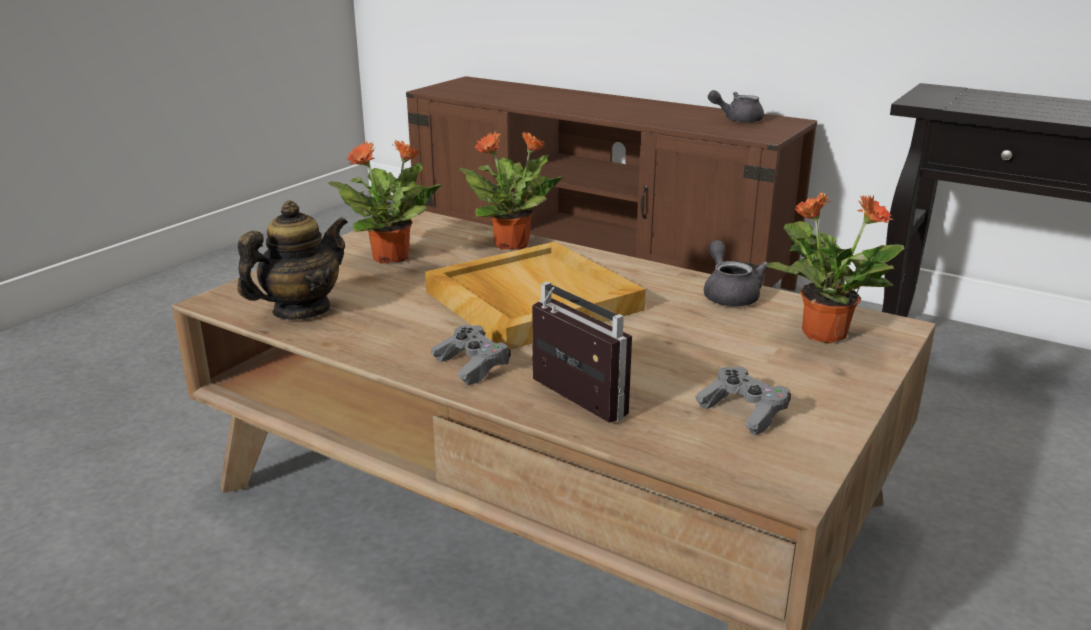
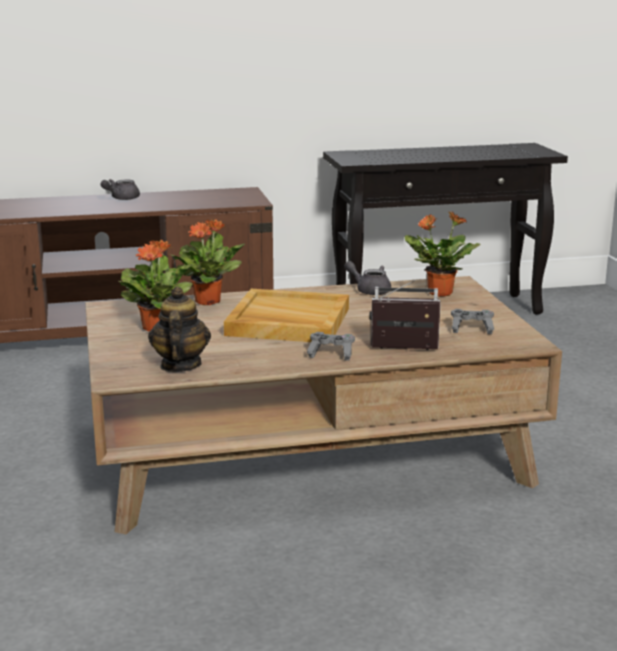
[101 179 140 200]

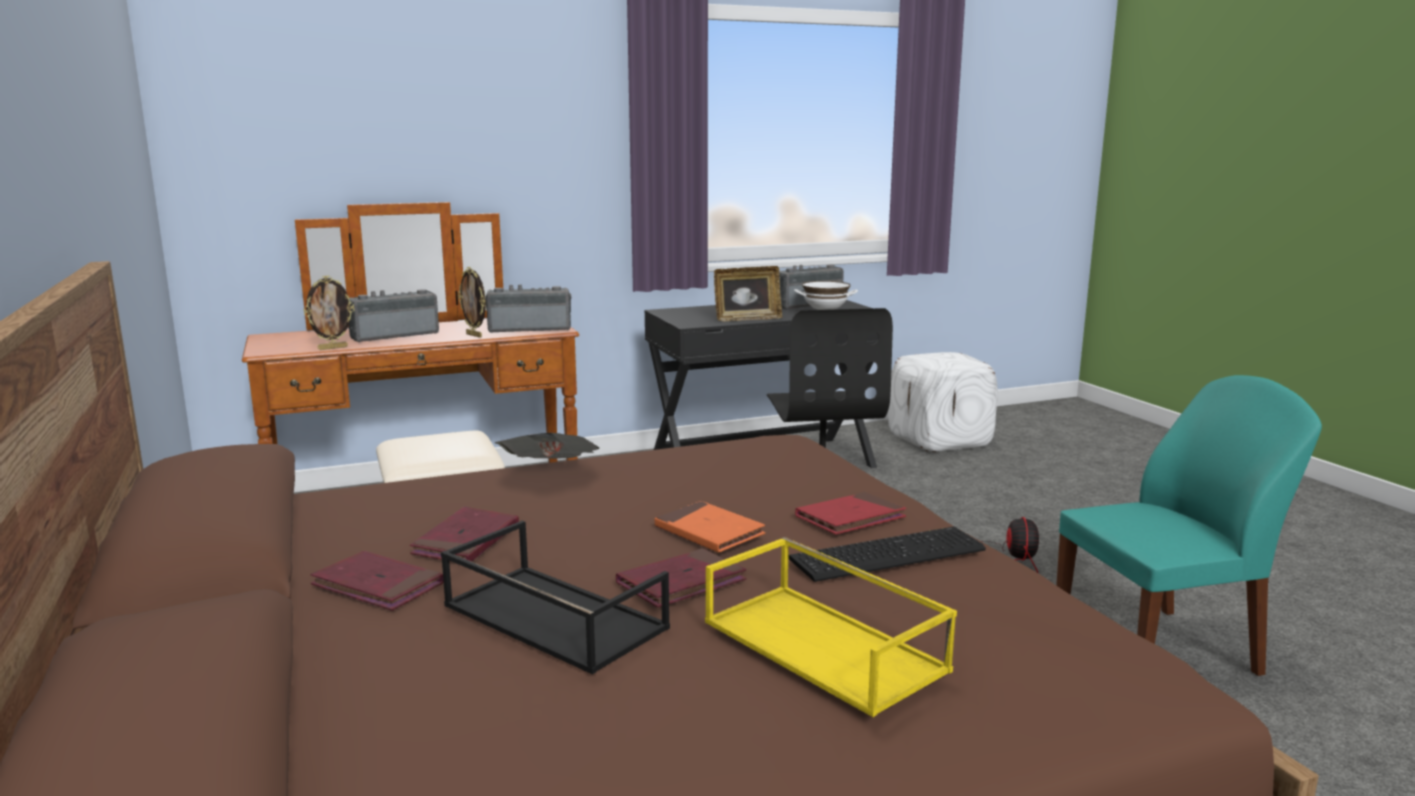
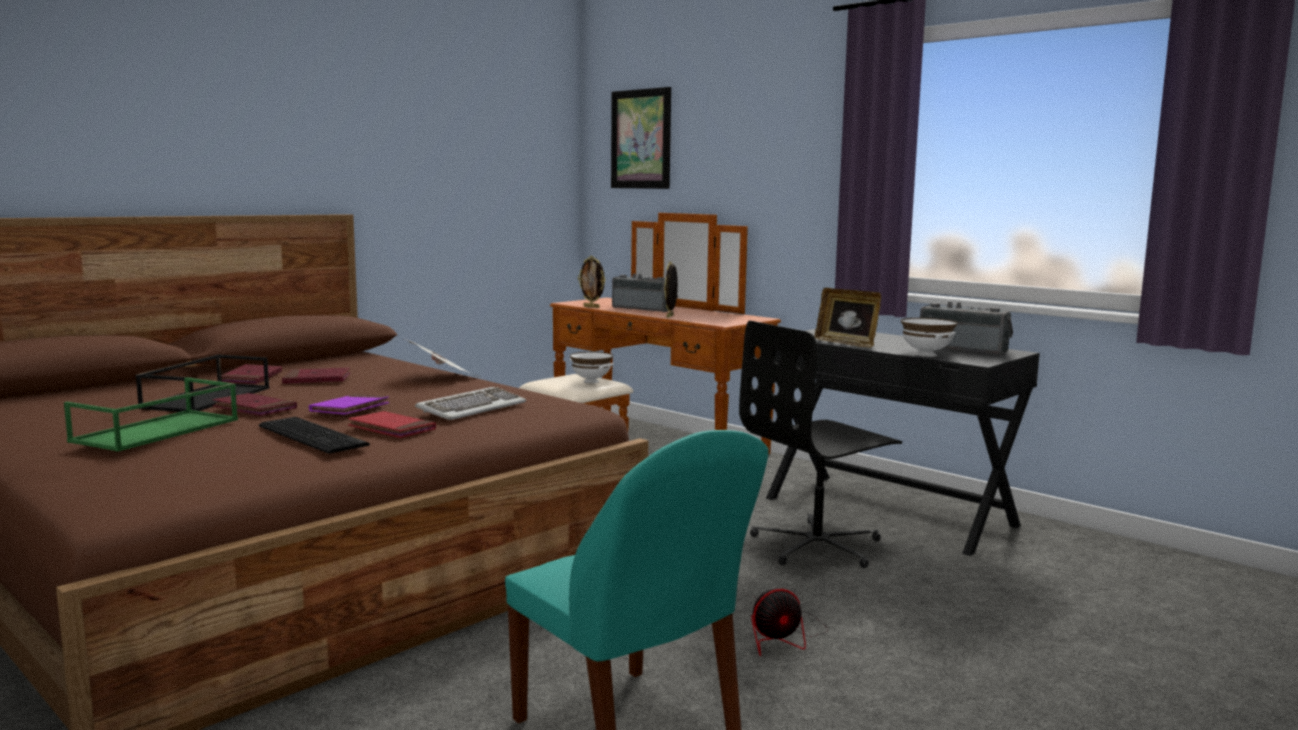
[485 285 571 333] (first image)
[309 394 389 415]
[64 377 238 452]
[888 352 998 452] (first image)
[415 387 526 420]
[570 352 614 383]
[611 87 671 189]

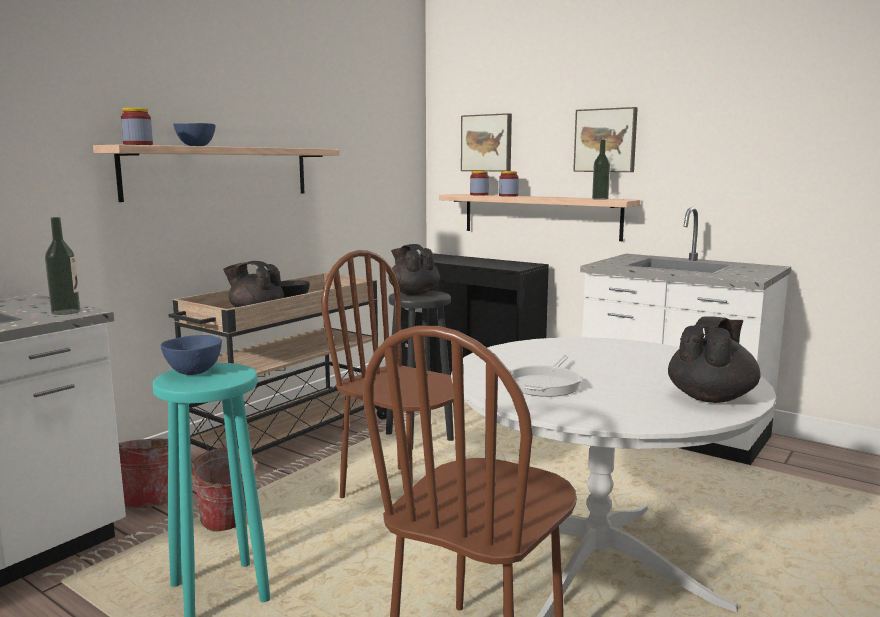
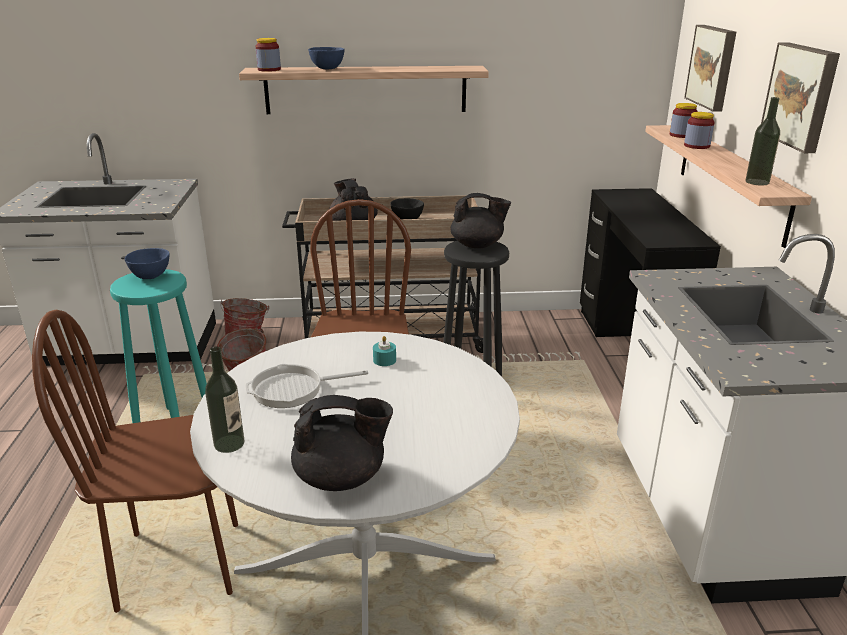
[205 346 244 453]
[451 193 511 248]
[373 336 396 366]

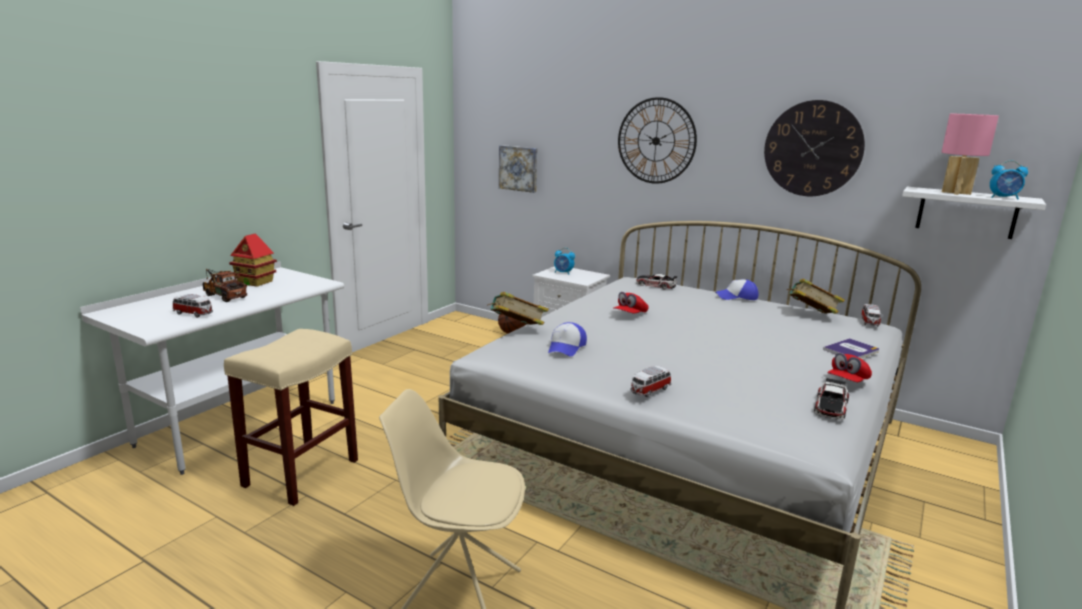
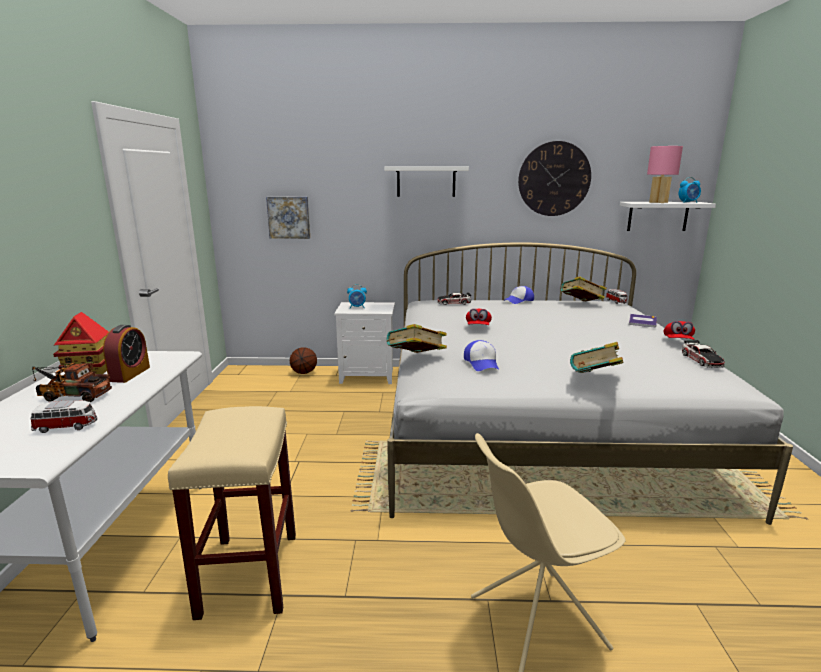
[384 167 469 197]
[570 342 624 373]
[103 325 150 383]

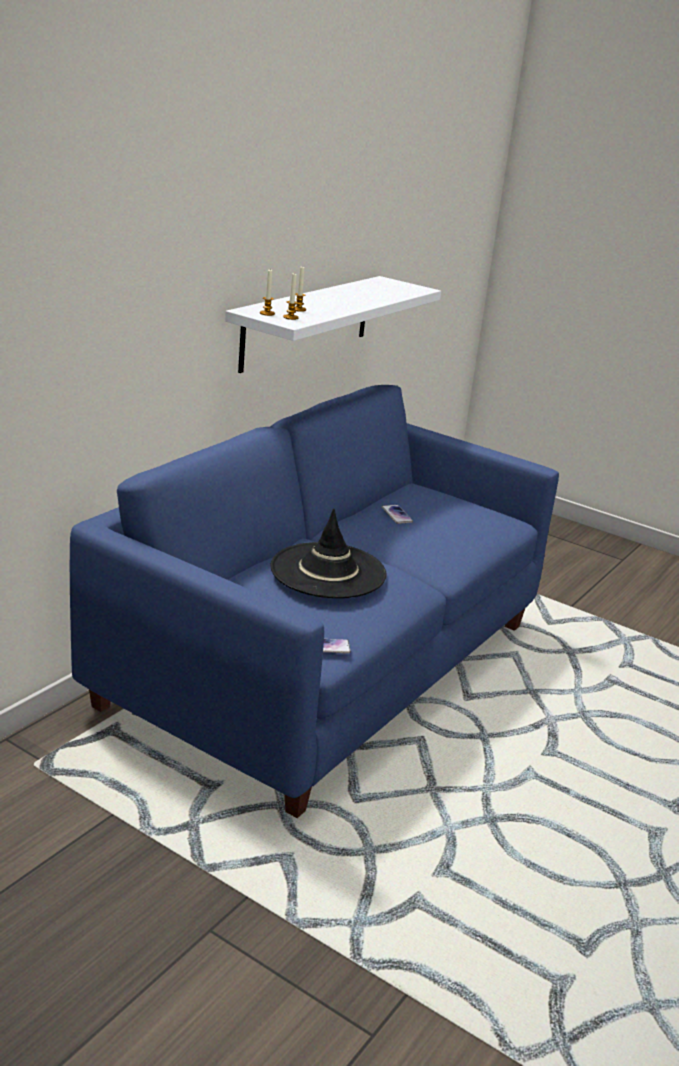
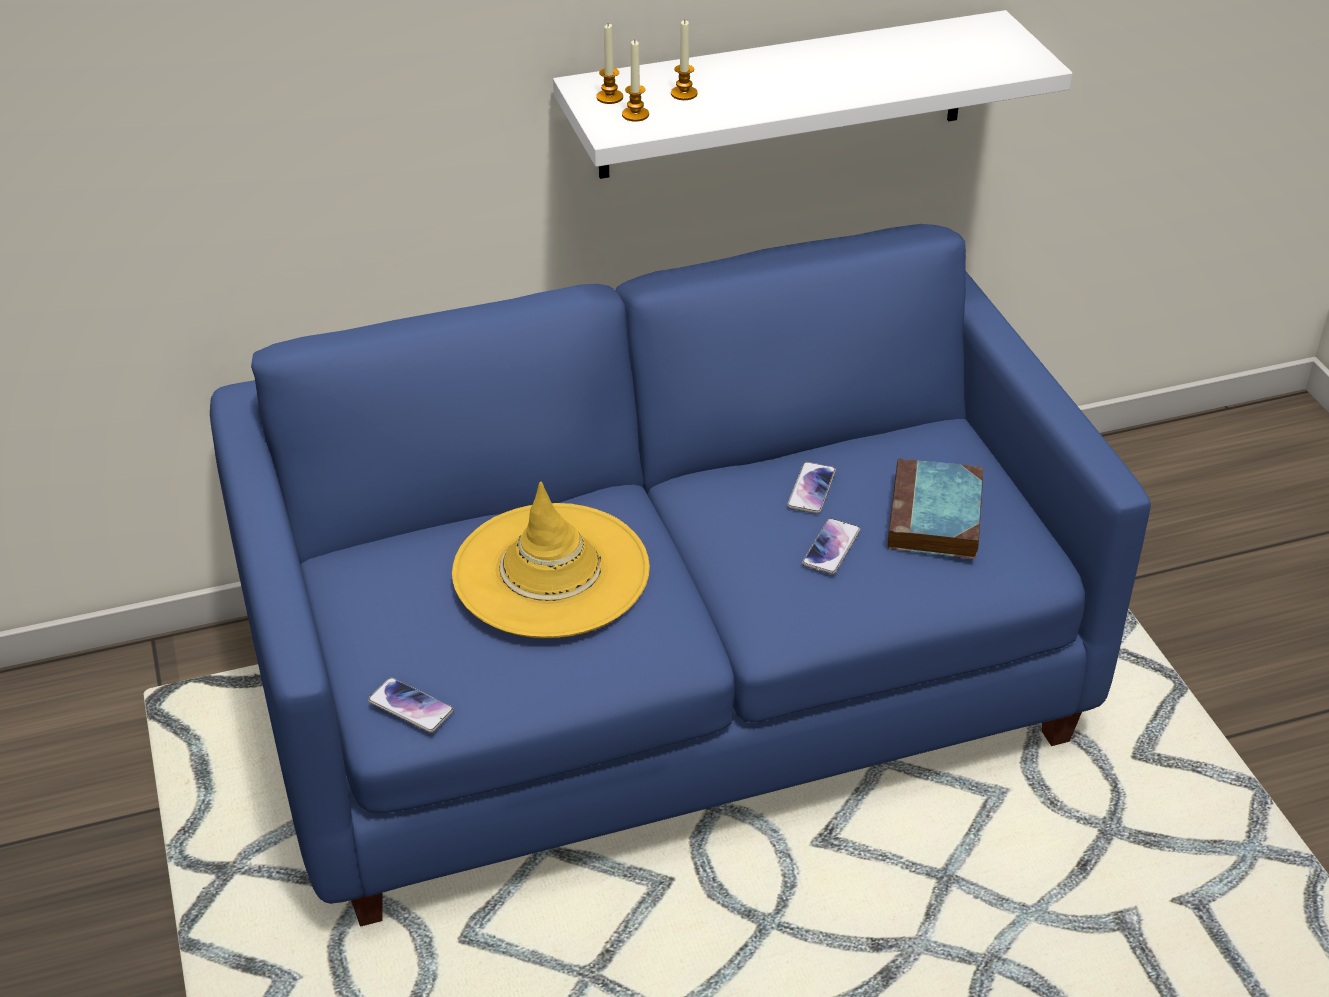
[452 482 650 638]
[802 518 860 574]
[888 458 983 559]

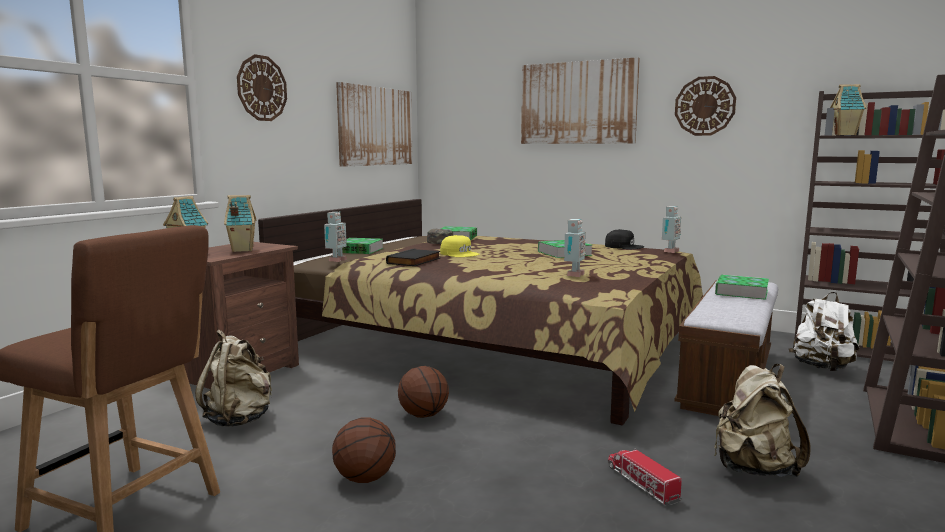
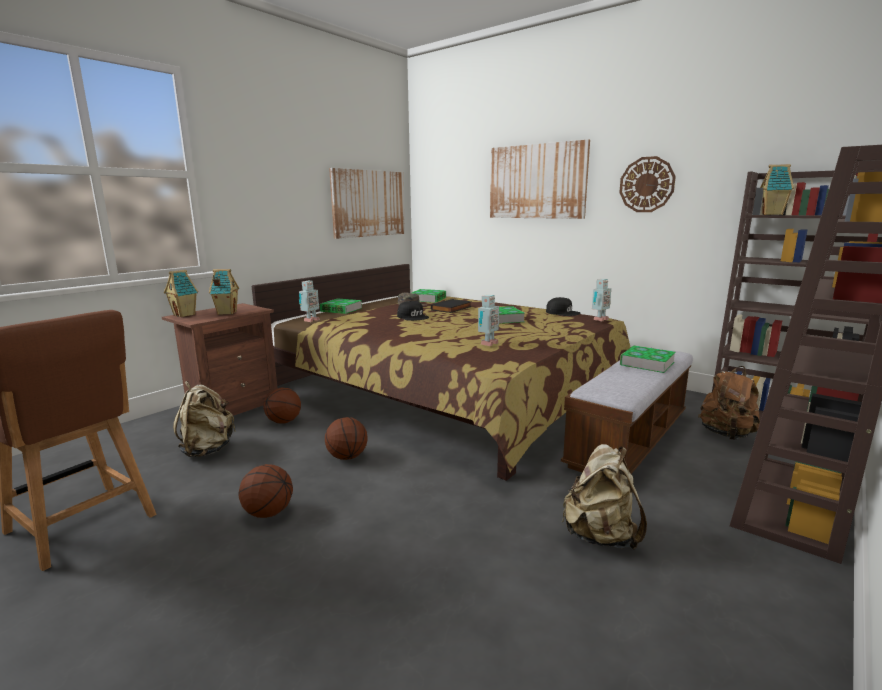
[237 54 287 121] (first image)
[431 299 472 313]
[397 301 429 321]
[608 448 682 506] (first image)
[698 366 760 440]
[263 388 301 424]

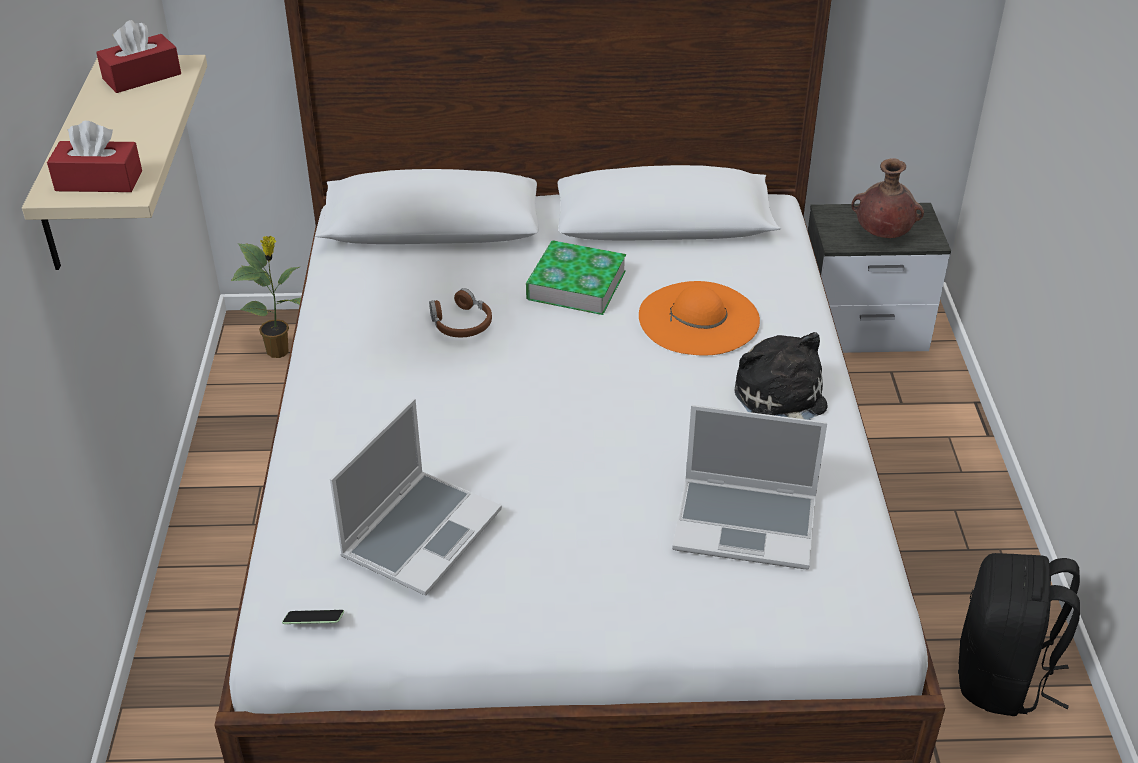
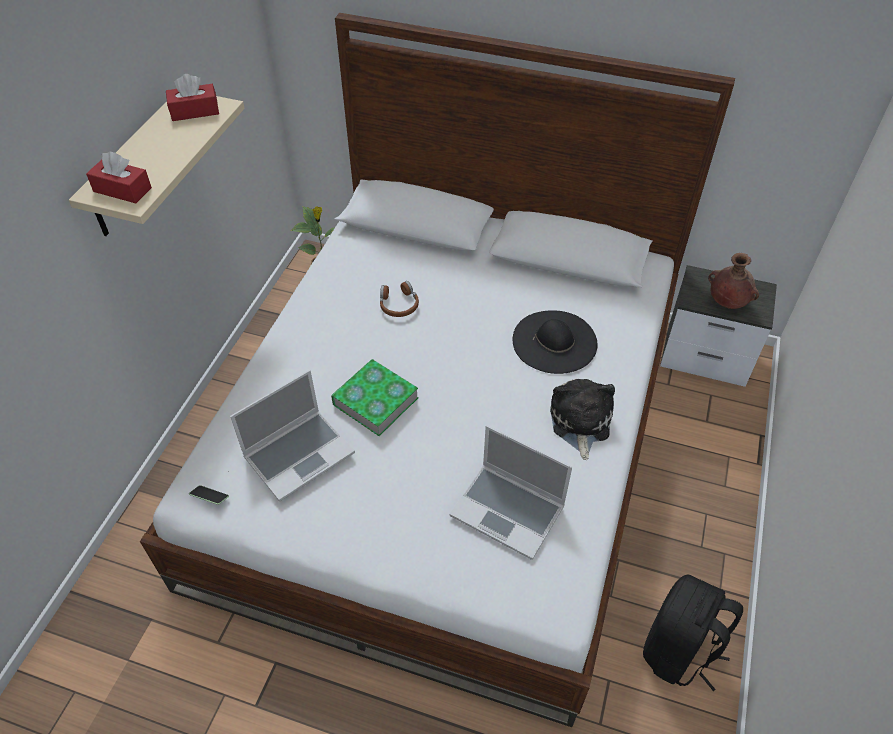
[331 359 419 436]
[513 310 598 374]

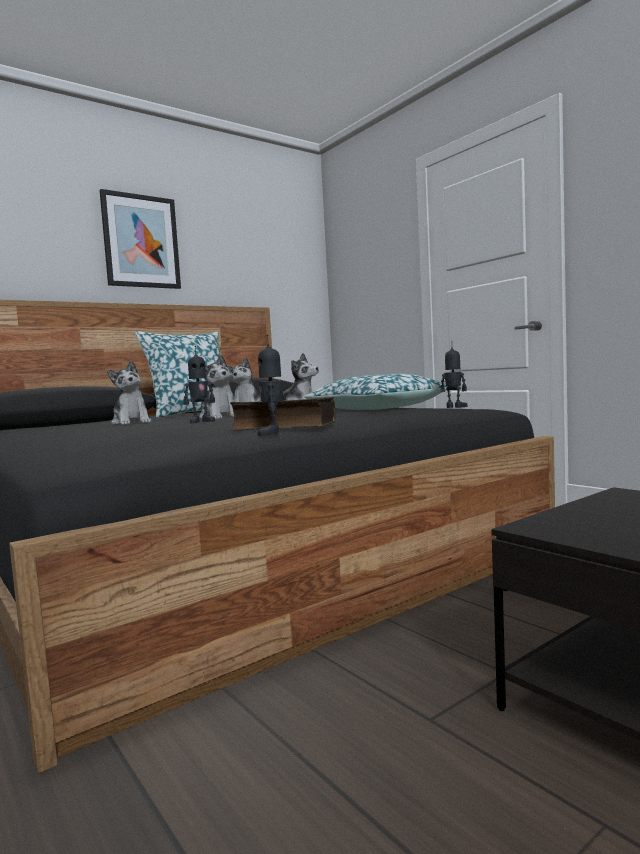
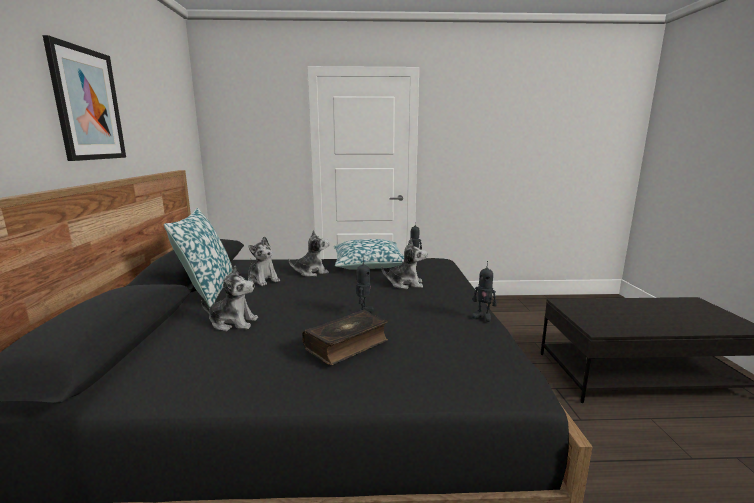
[382 238 428 289]
[302 310 388 365]

